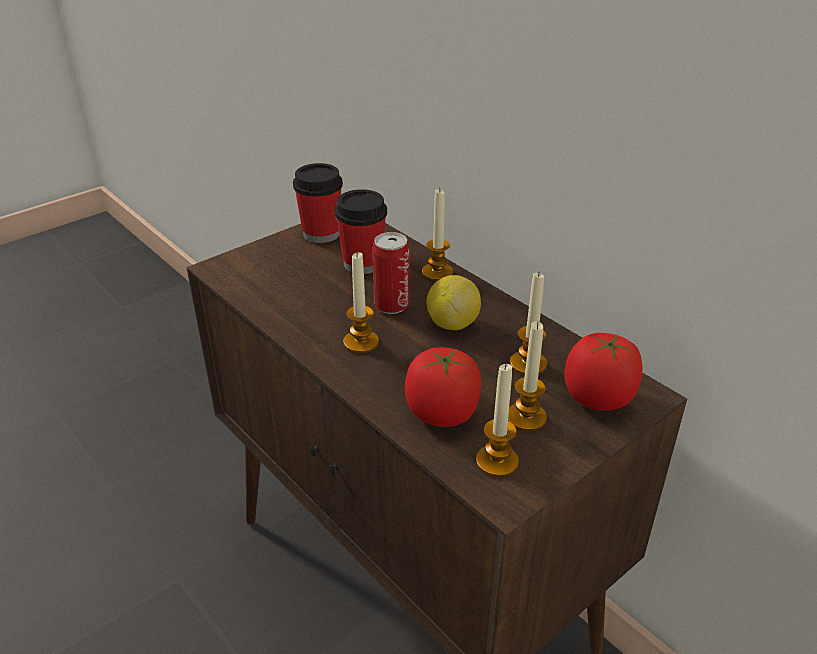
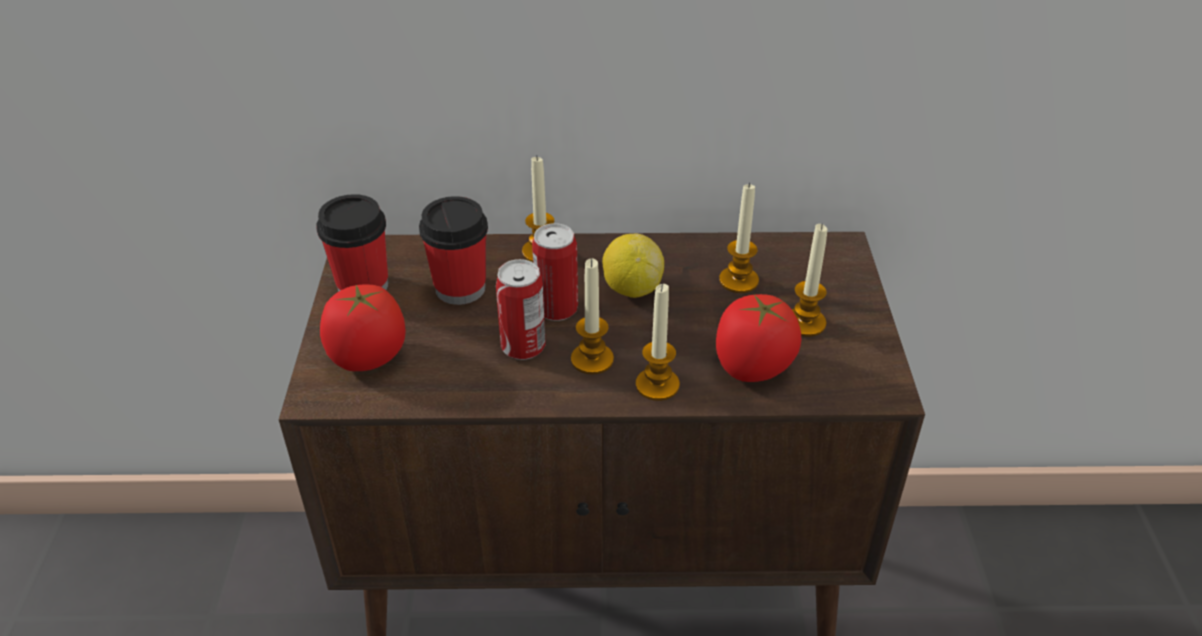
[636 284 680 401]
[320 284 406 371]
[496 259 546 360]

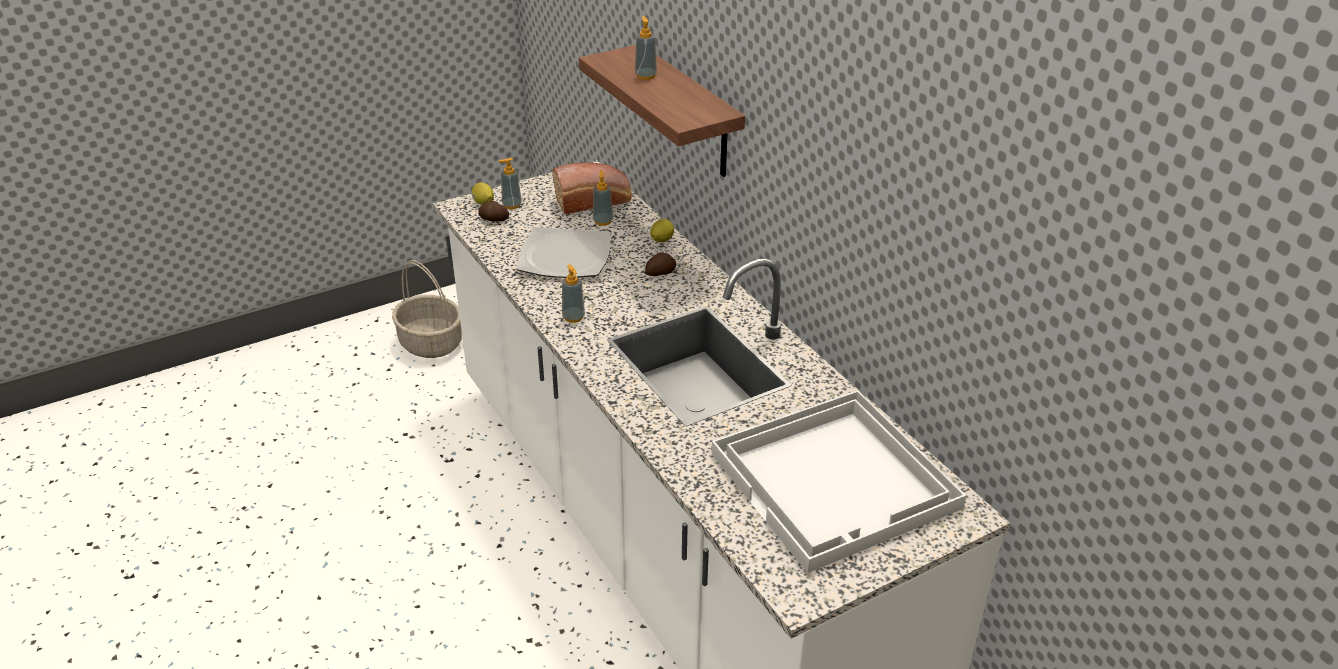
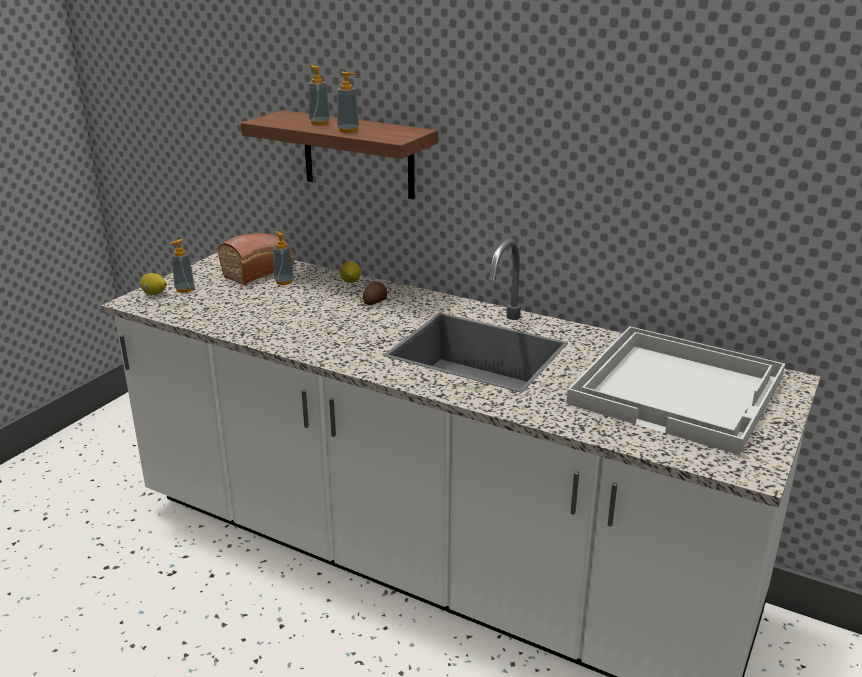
[392 260 462 358] (first image)
[478 201 509 222] (first image)
[517 227 611 278] (first image)
[337 72 359 133]

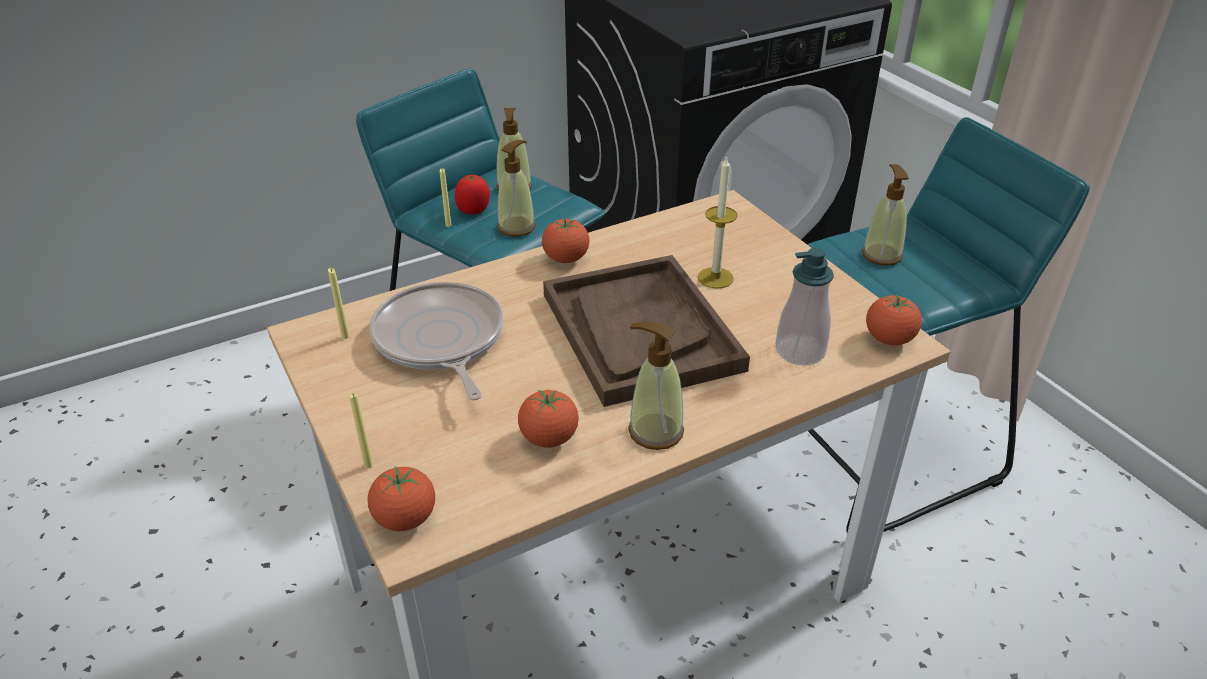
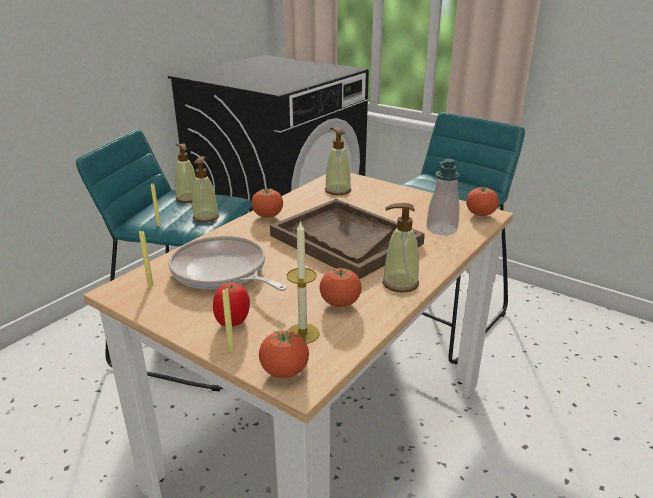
[213 283 250 326]
[287 220 320 344]
[325 127 351 195]

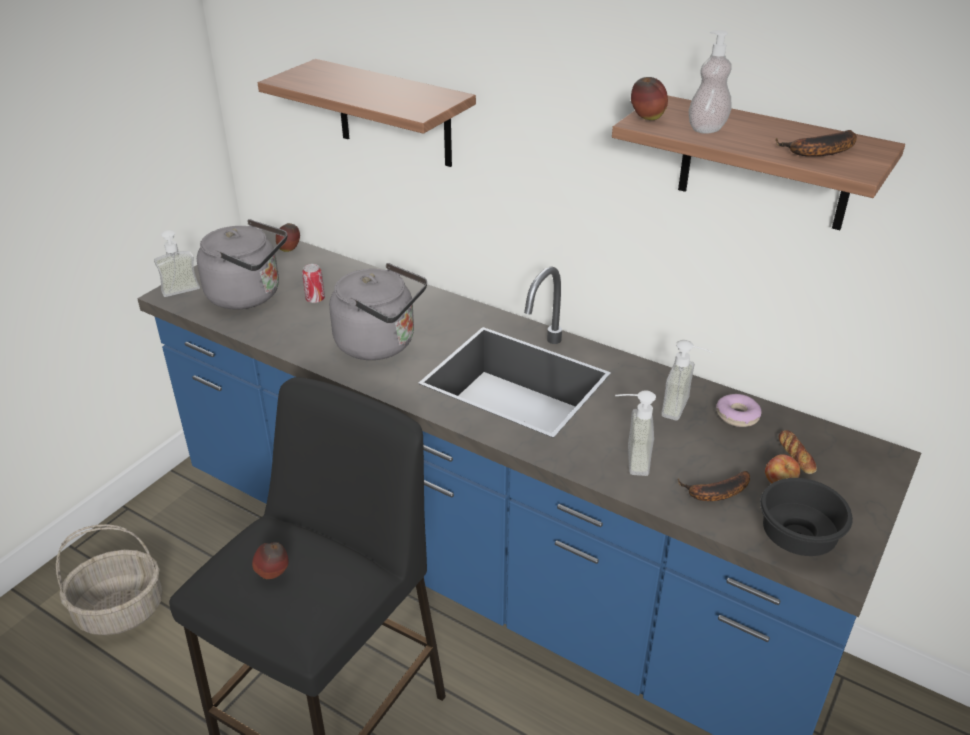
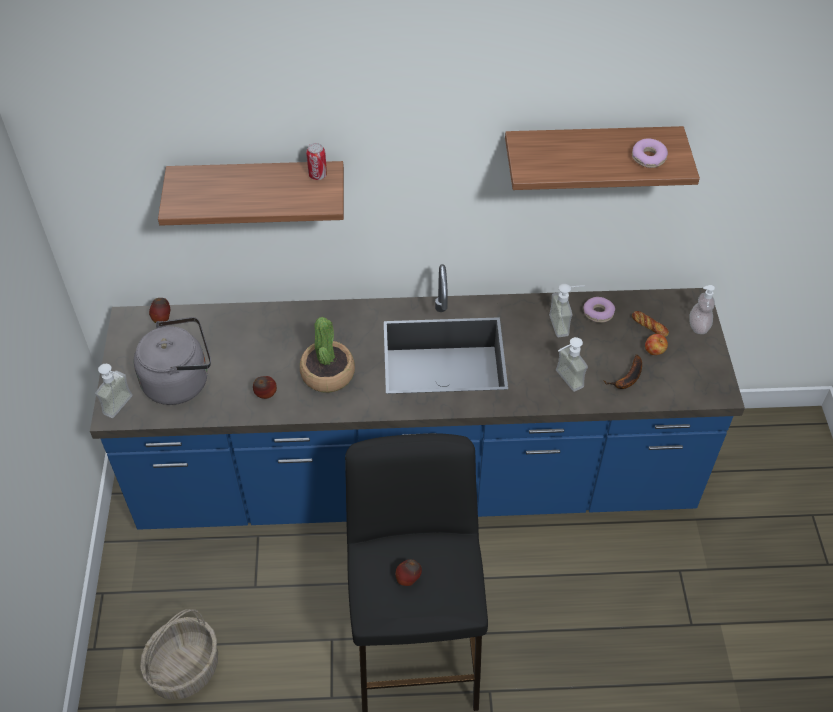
[306 143 327 180]
[300 317 355 393]
[253 376 277 399]
[690 285 715 334]
[760 478 853 556] (first image)
[632 138 668 168]

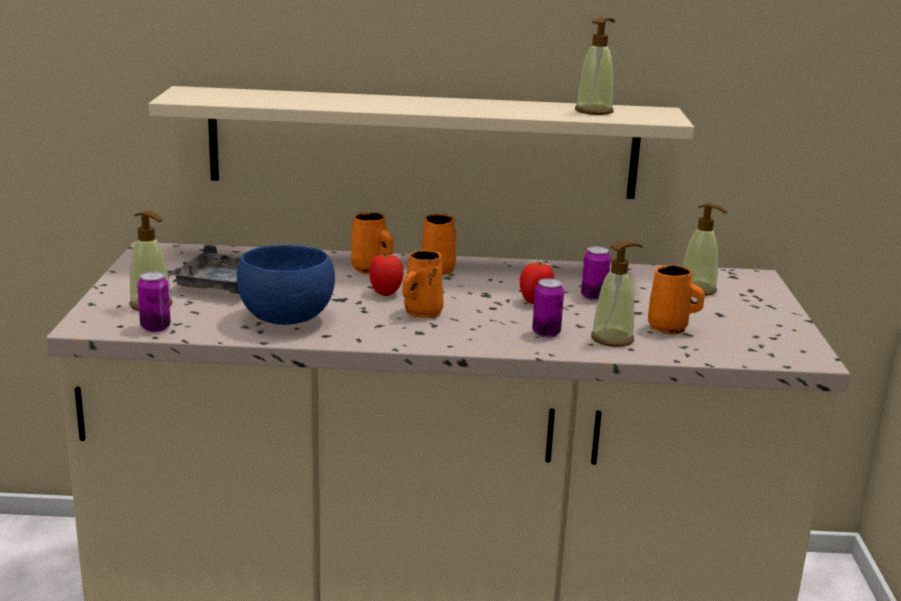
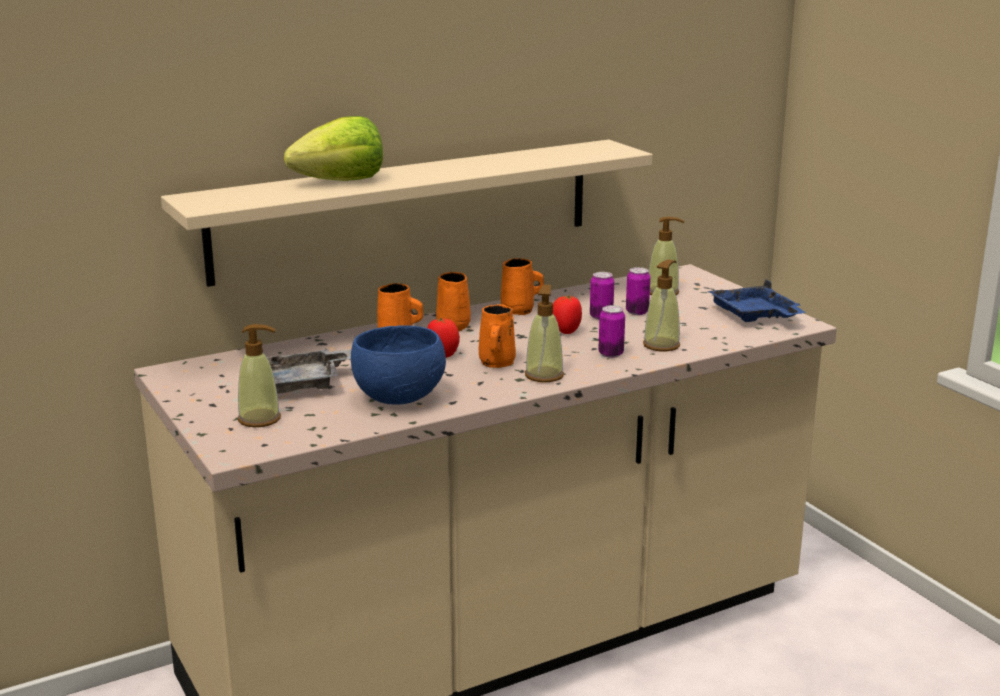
[626 267 651 315]
[525 285 564 382]
[501 258 544 315]
[284 116 383 181]
[708 280 806 322]

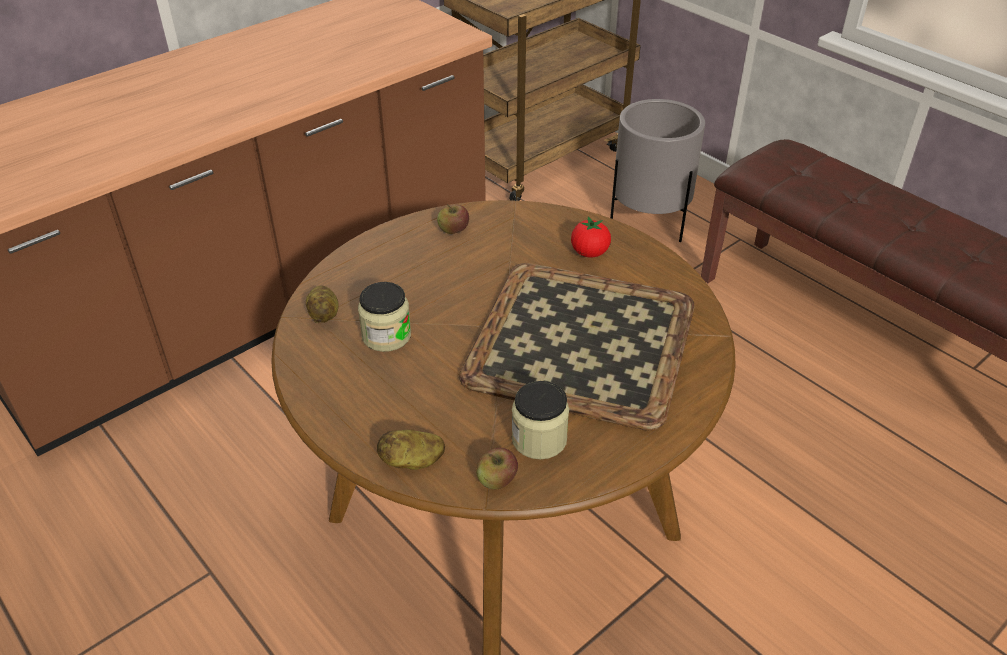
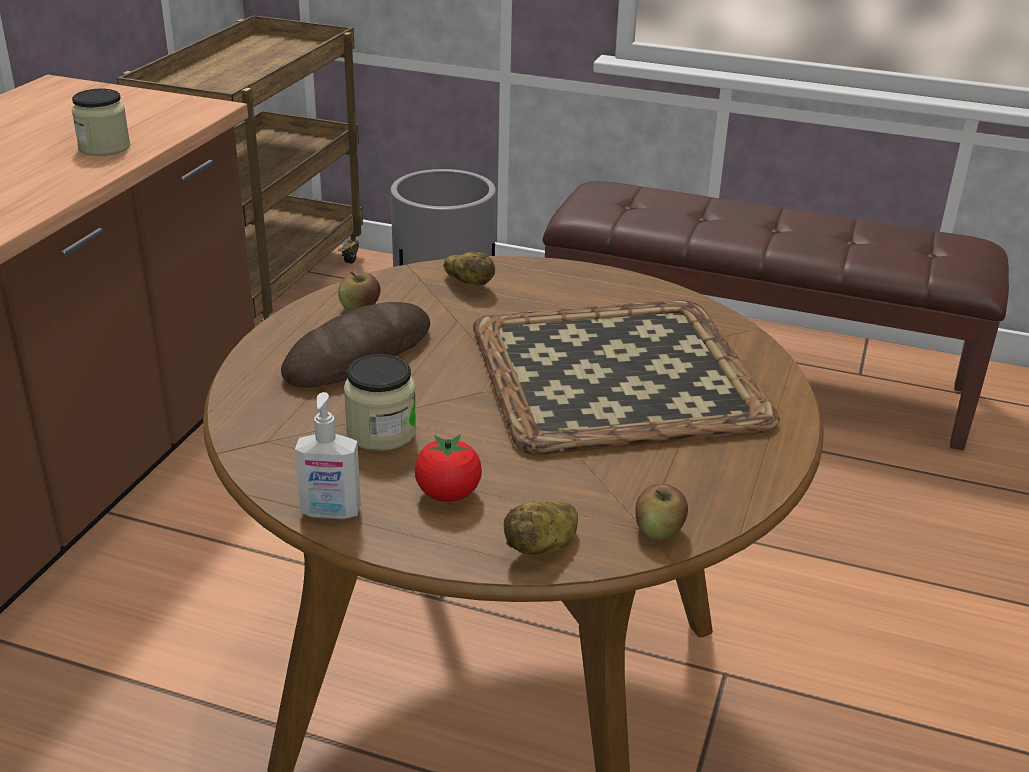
[443 252 495 286]
[72 89 130 156]
[415 434 482 502]
[281 302 430 388]
[295 392 361 519]

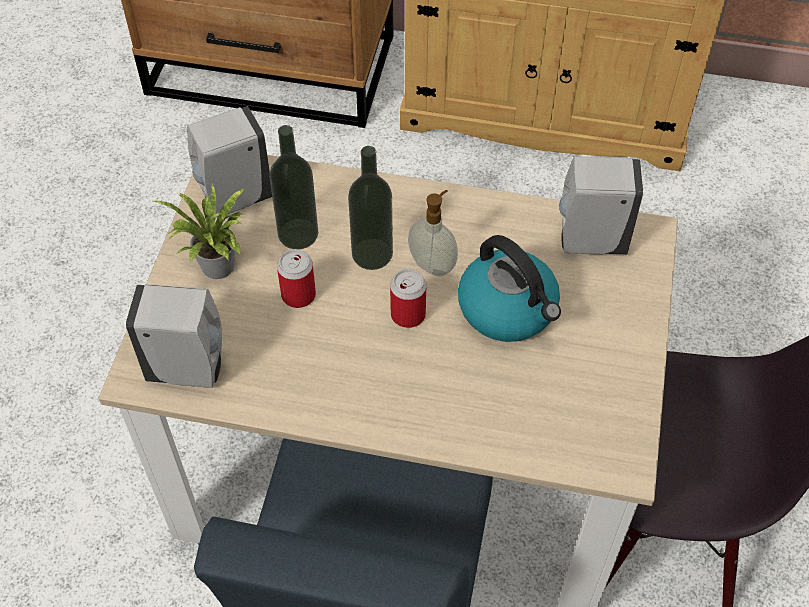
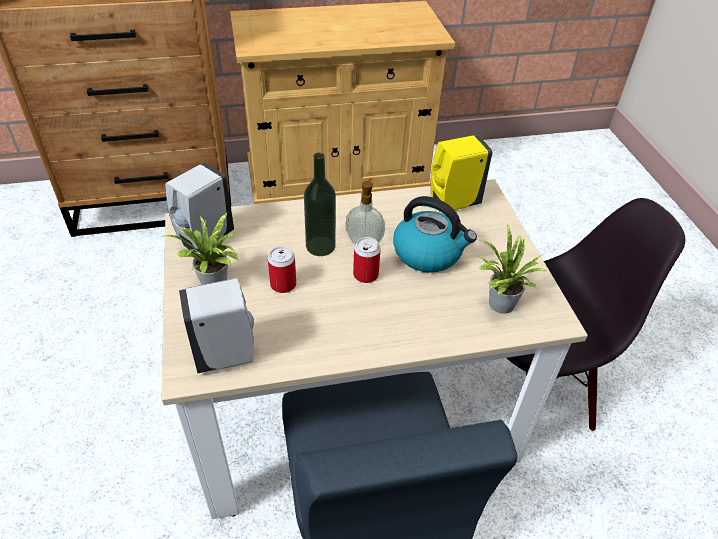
[269 125 318 249] (first image)
[431 135 492 210]
[478 224 548 314]

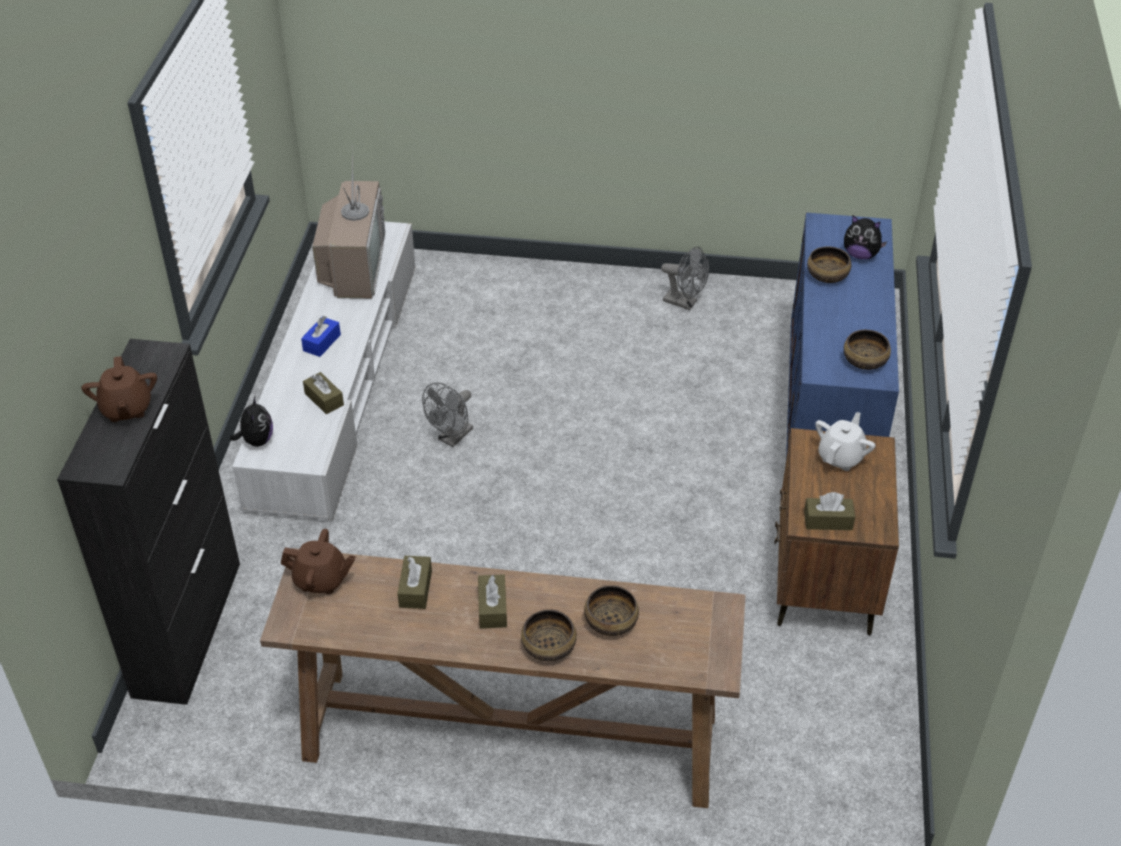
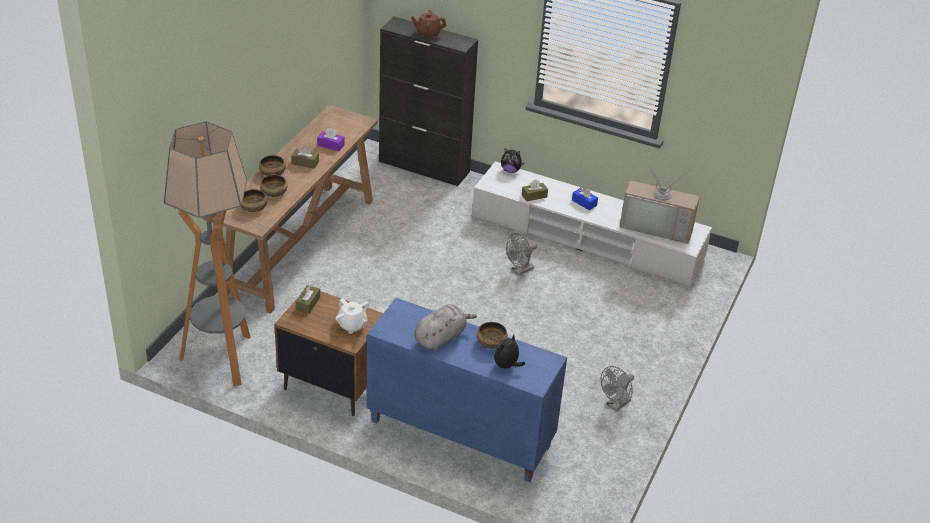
[281 529 356 594] (first image)
[317 128 344 152]
[506 233 537 276]
[241 189 267 212]
[164 121 250 387]
[414 304 477 351]

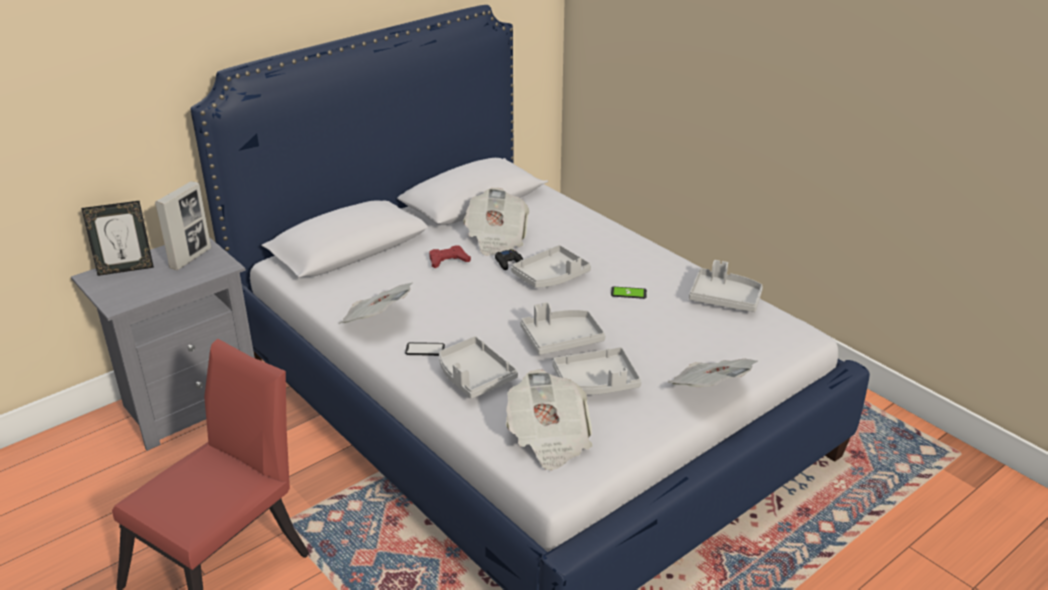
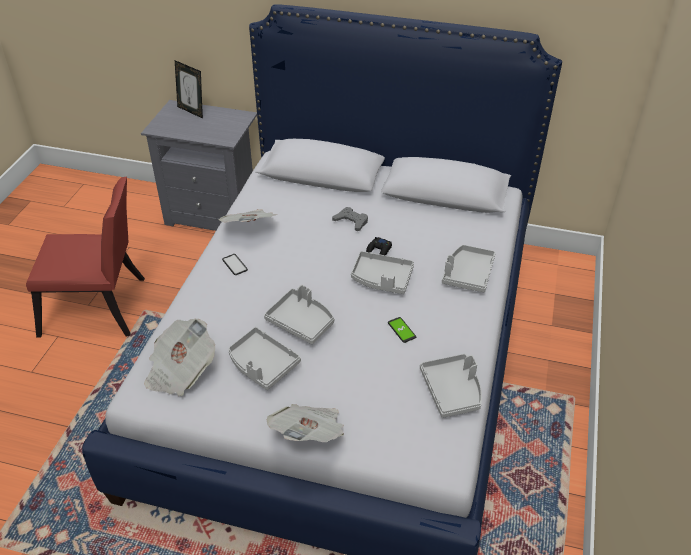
[155 181 211 270] (first image)
[332 207 368 231]
[442 245 496 292]
[463 188 530 256] (first image)

